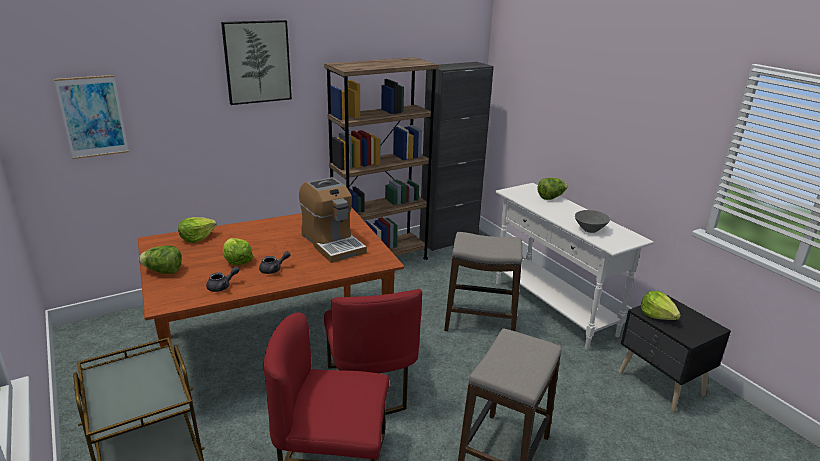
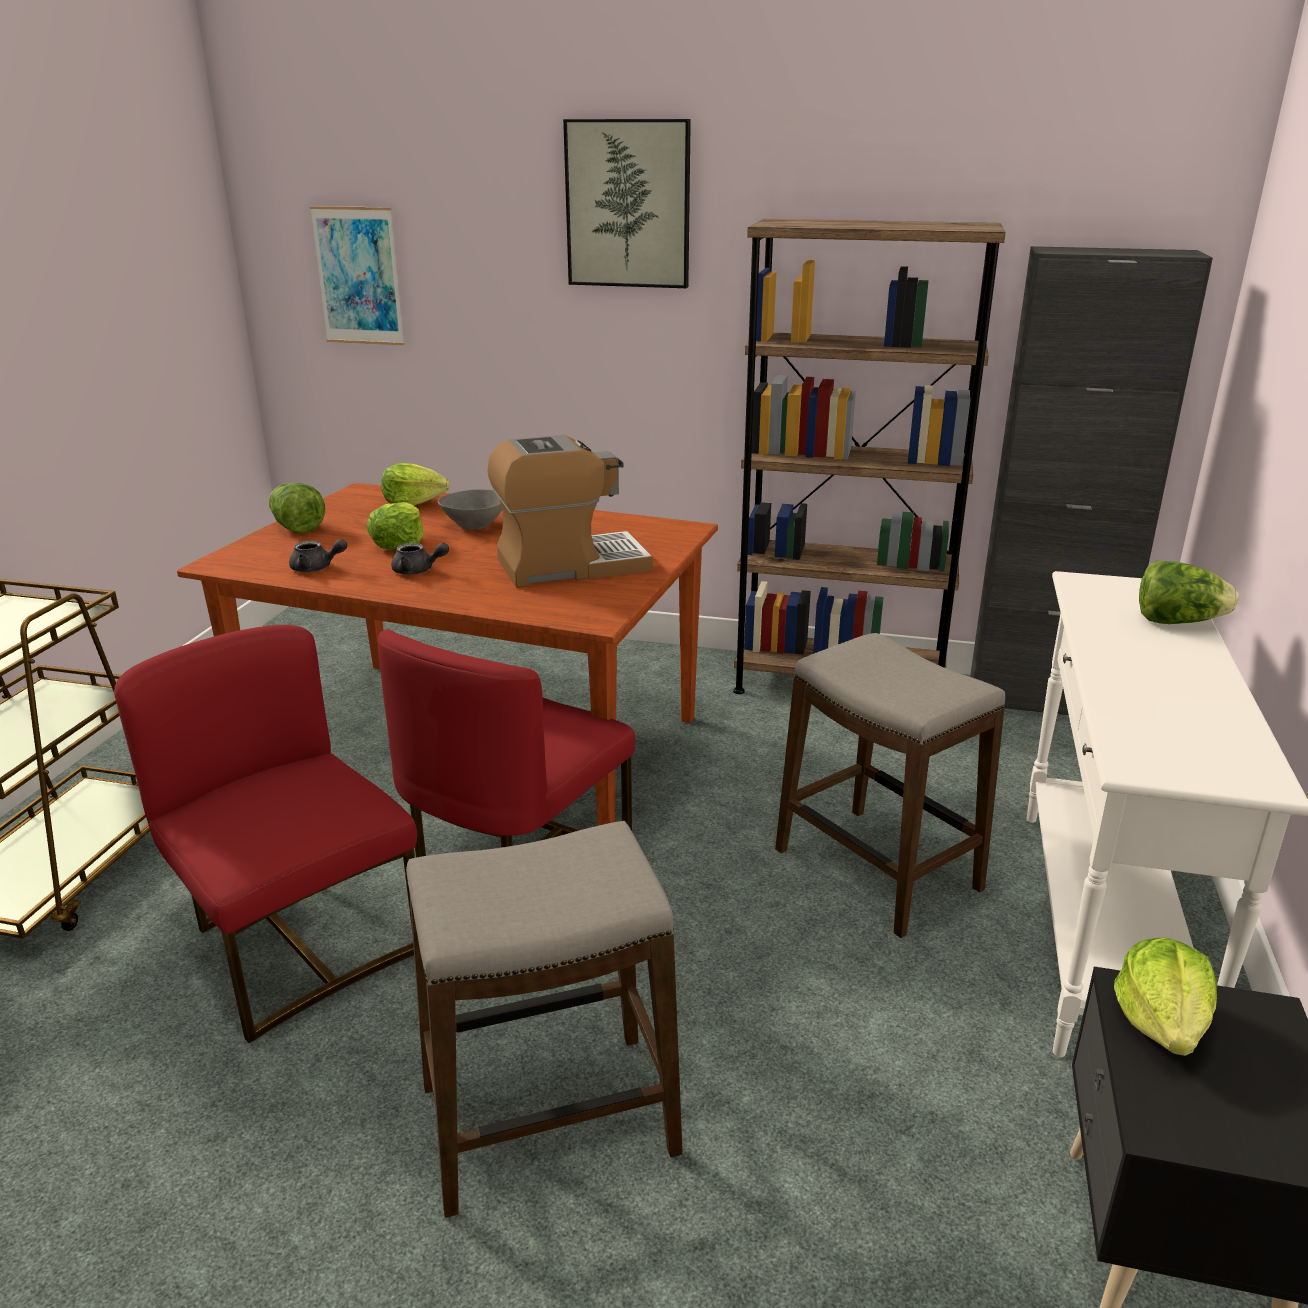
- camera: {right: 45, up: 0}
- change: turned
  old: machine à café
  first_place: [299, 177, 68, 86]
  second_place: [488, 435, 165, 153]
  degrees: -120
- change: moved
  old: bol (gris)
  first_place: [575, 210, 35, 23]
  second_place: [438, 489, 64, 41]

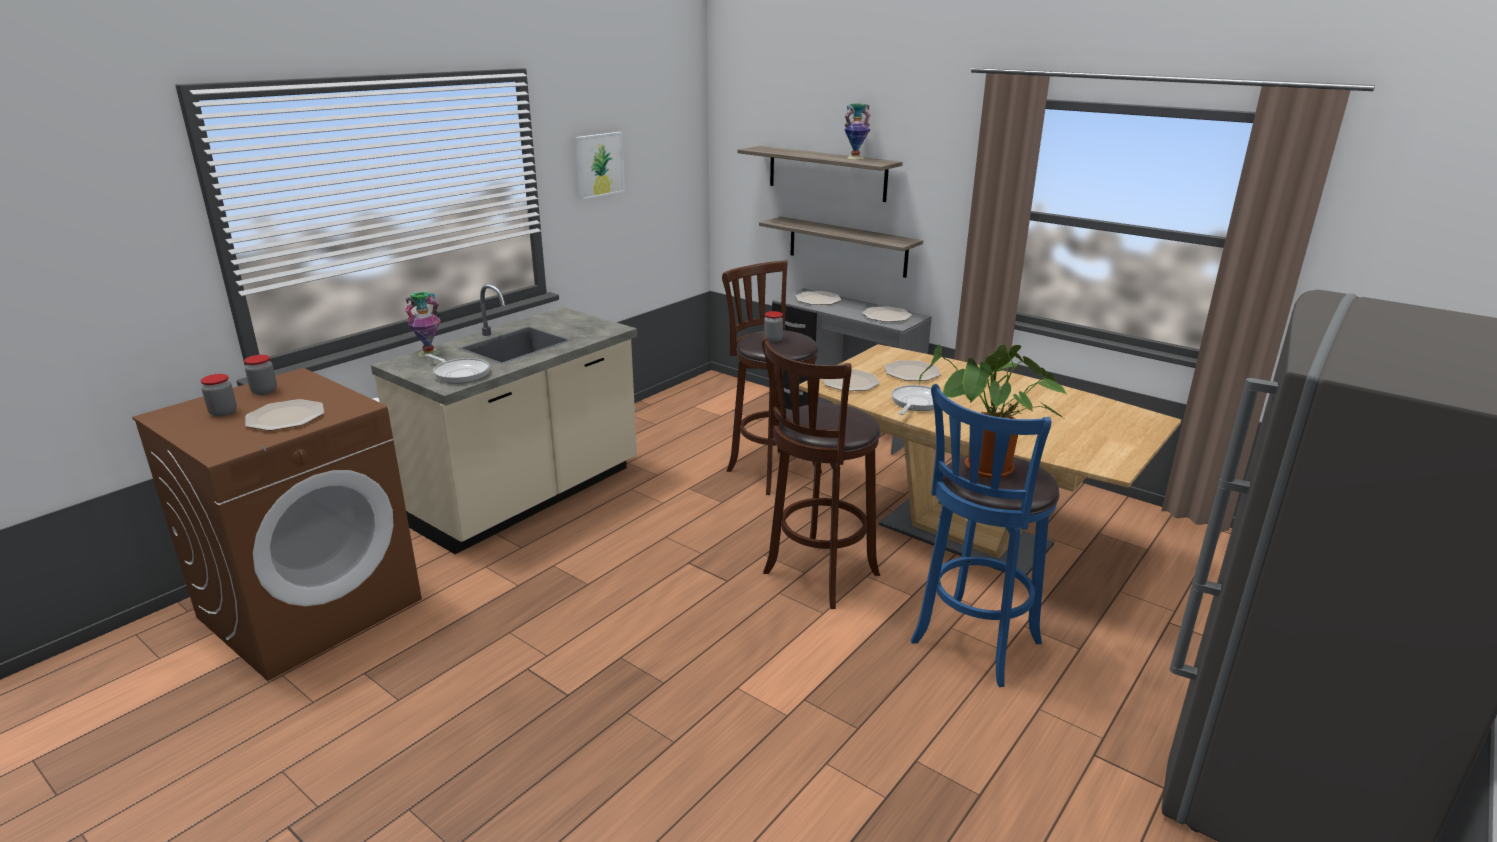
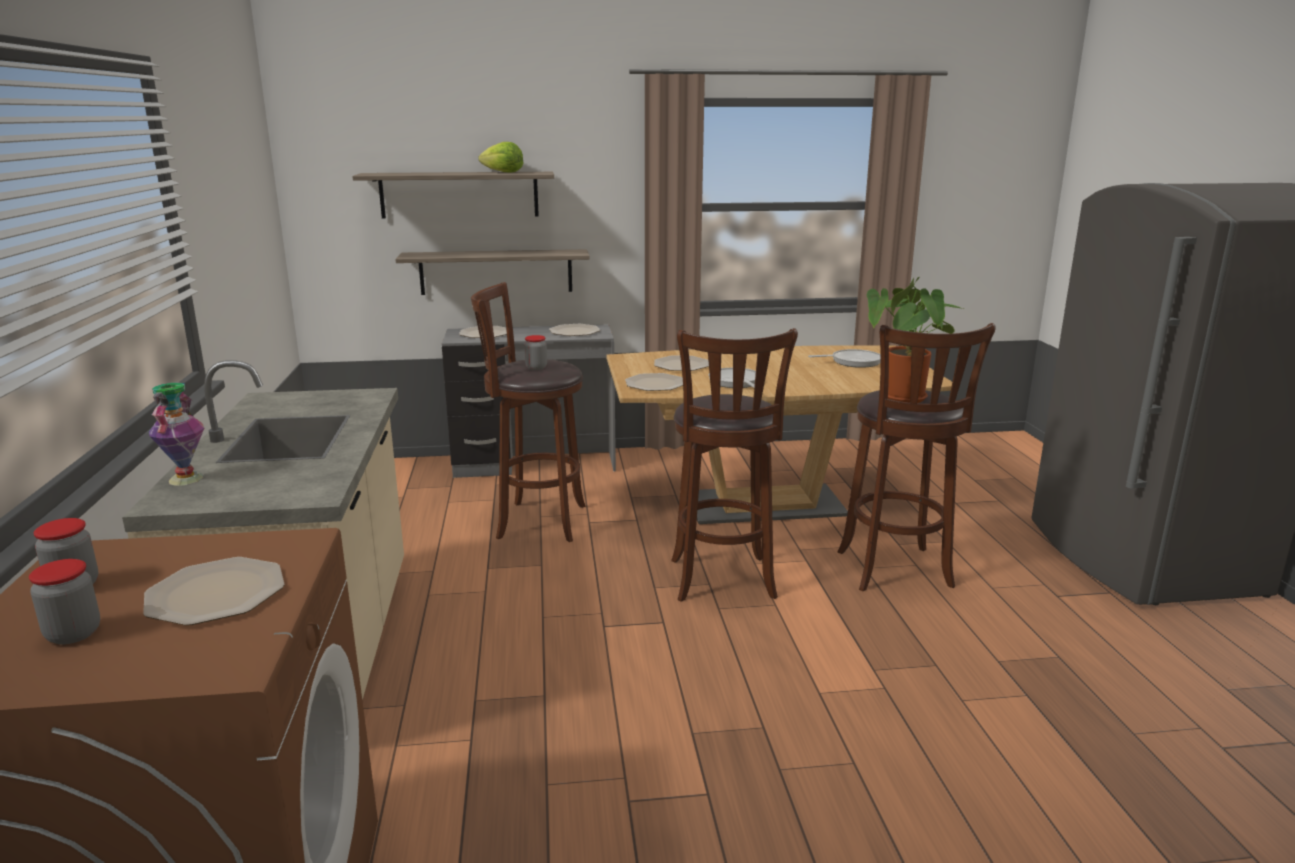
- camera: {right: -45, up: -5}
- change: moved
  old: poêle
  first_place: [425, 354, 65, 29]
  second_place: [808, 349, 73, 19]
- change: removed
  old: tableau
  first_place: [575, 132, 50, 68]
- change: replaced
  old: vase
  new: laitue
  first_place: [844, 103, 27, 56]
  second_place: [478, 142, 45, 31]
- change: recoloured
  old: tabouret (bleu)
  new: tabouret (marron)
  first_place: [911, 384, 149, 303]
  second_place: [837, 323, 159, 268]

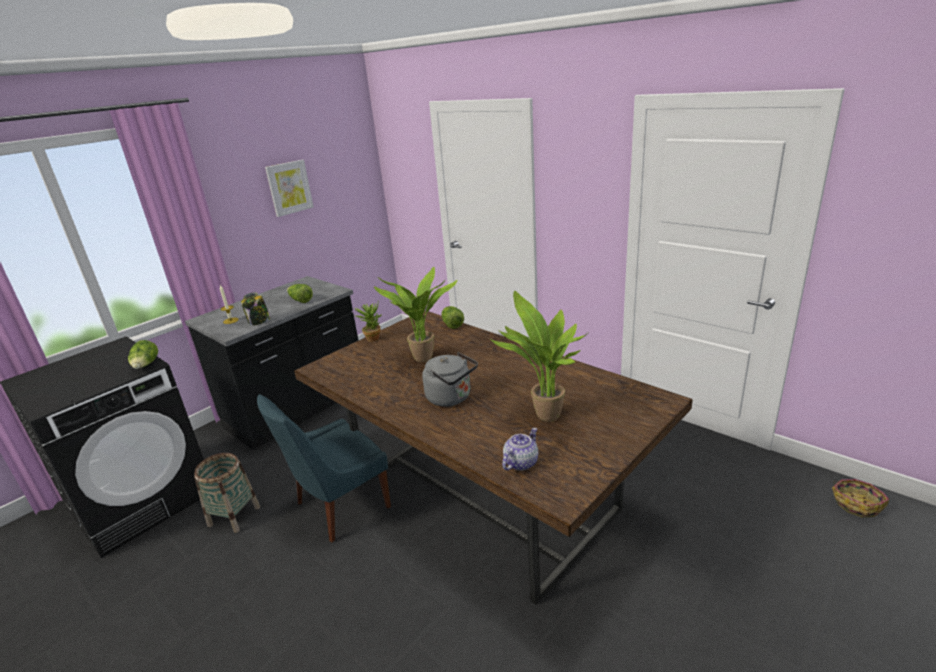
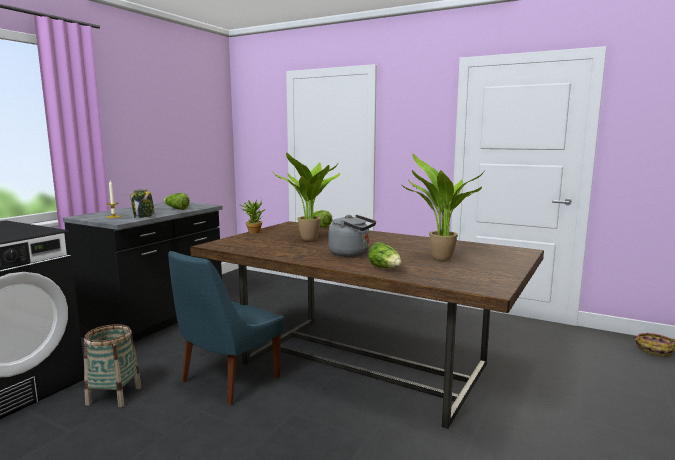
- camera: {right: -15, up: -15}
- change: moved
  old: laitue
  first_place: [128, 340, 30, 29]
  second_place: [368, 242, 34, 26]
- change: removed
  old: tableau
  first_place: [265, 160, 49, 57]
- change: removed
  old: théière
  first_place: [502, 428, 36, 42]

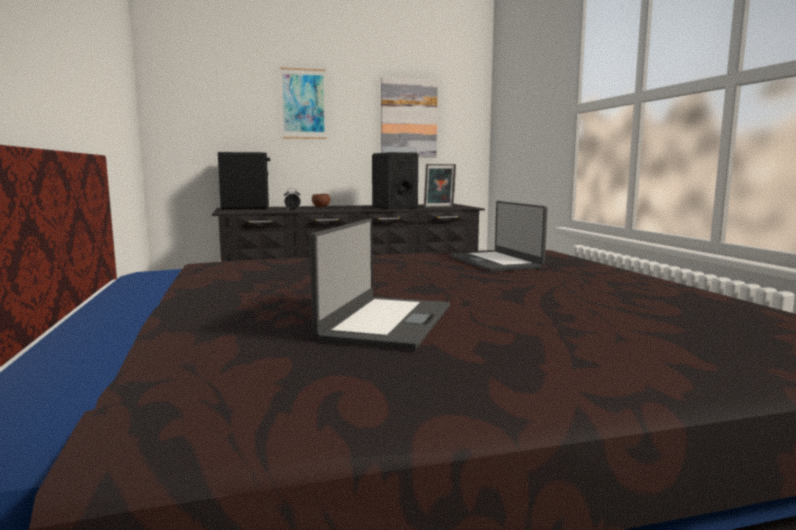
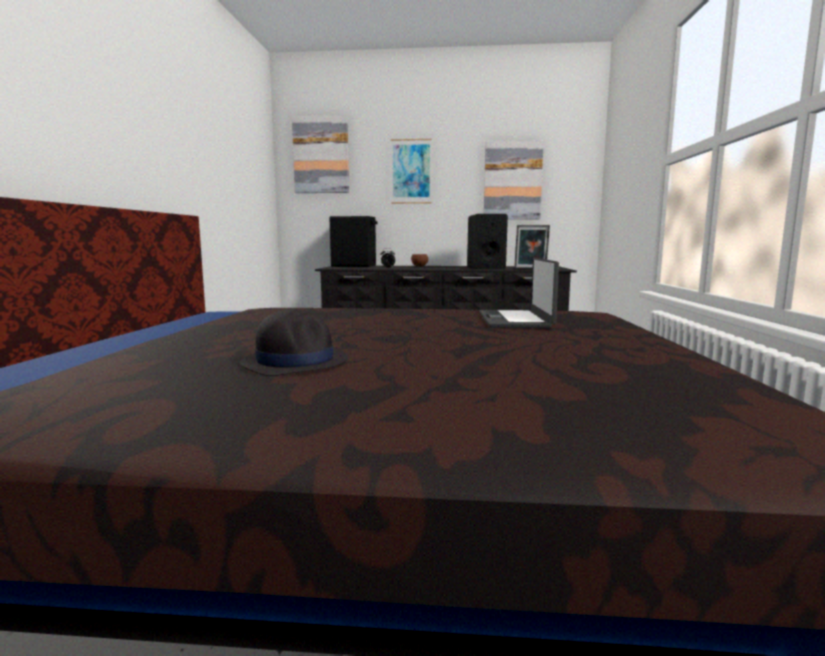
- camera: {right: 20, up: 0}
- change: replaced
  old: ordinateur portable
  new: chapeau (noir)
  first_place: [310, 219, 140, 131]
  second_place: [240, 309, 108, 67]
- change: added
  new: tableau
  second_place: [292, 115, 57, 78]

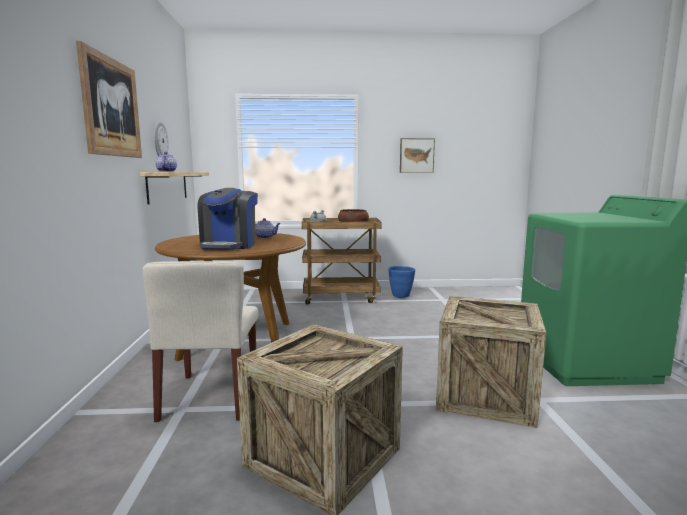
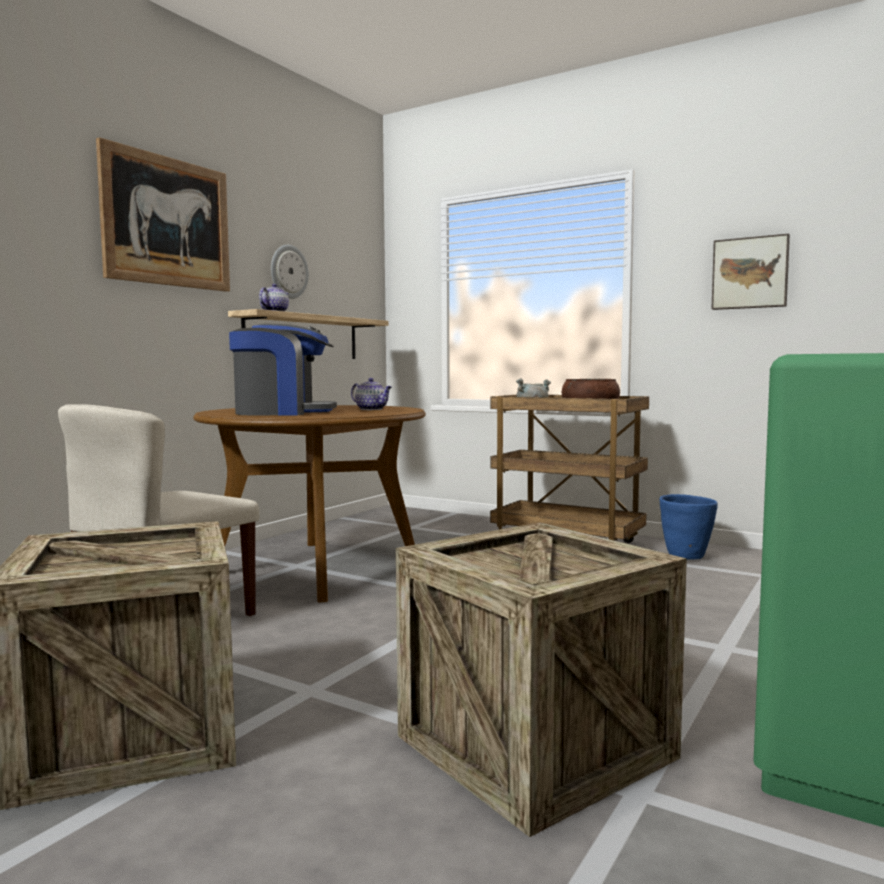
- camera: {right: 35, up: -5}
- change: turned
  old: machine à café
  first_place: [198, 188, 60, 62]
  second_place: [229, 324, 108, 92]
  degrees: -135

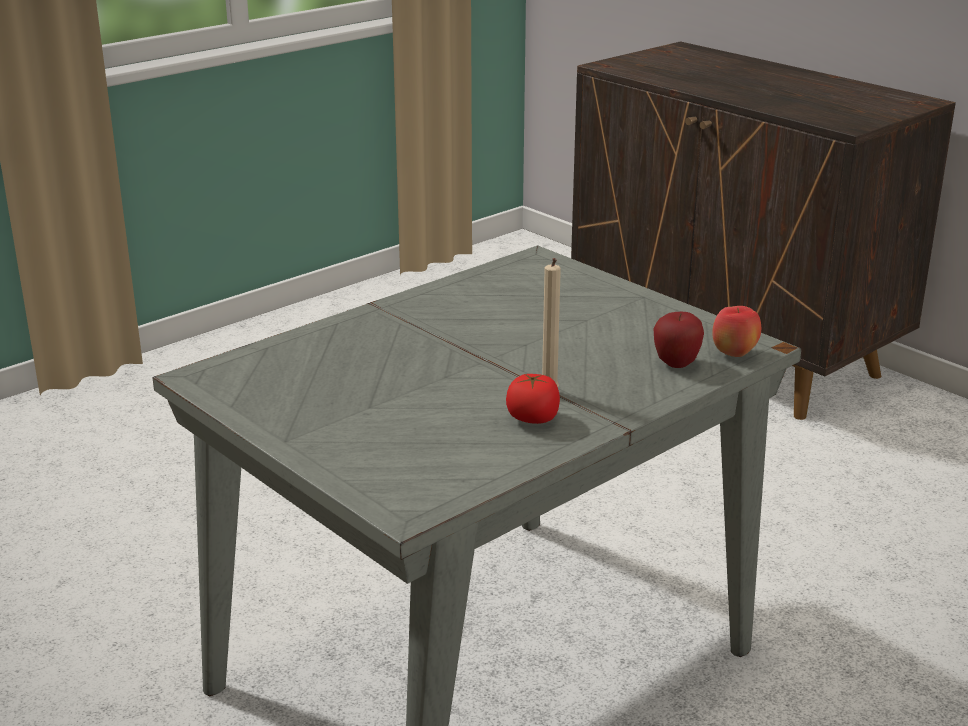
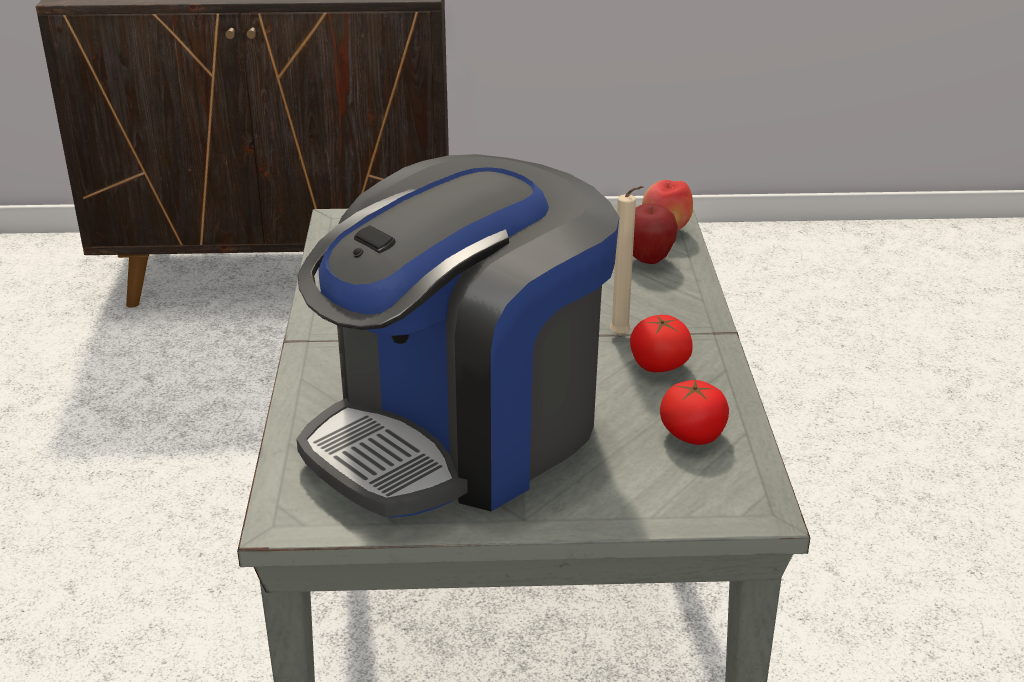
- camera: {right: -50, up: 5}
- change: added
  new: machine à café
  second_place: [296, 154, 323, 364]
- change: added
  new: tomate
  second_place: [660, 379, 69, 66]

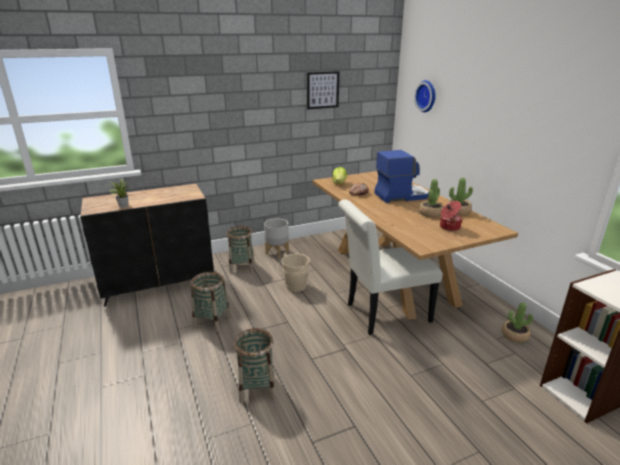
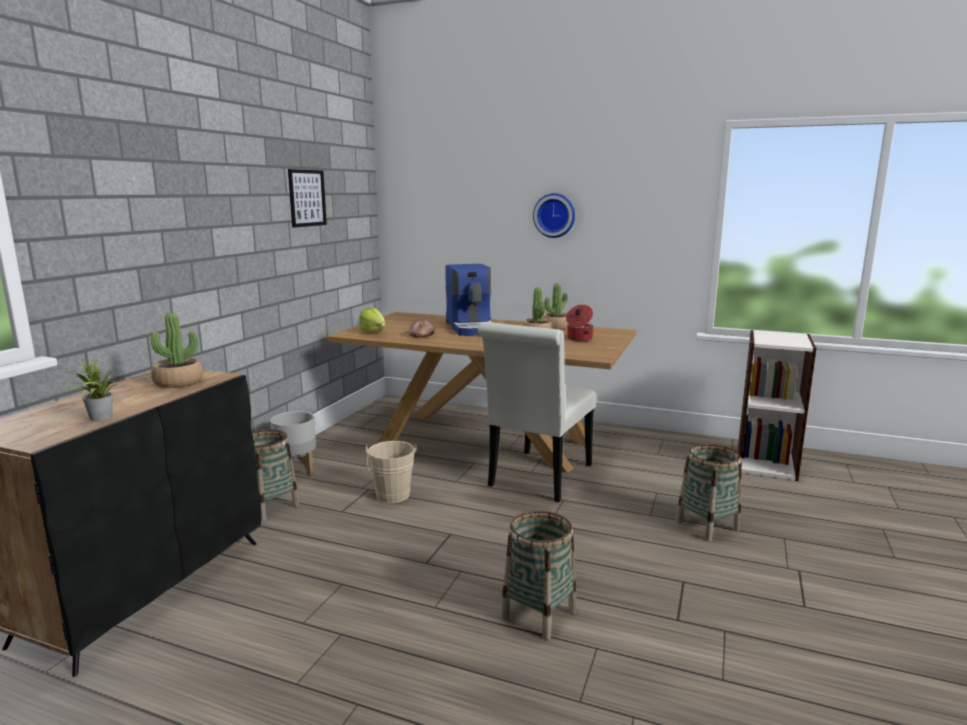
- camera: {right: -45, up: -10}
- change: moved
  old: panier
  first_place: [191, 272, 40, 60]
  second_place: [676, 444, 66, 97]
- change: turned
  old: machine à café
  first_place: [374, 150, 55, 53]
  second_place: [445, 264, 49, 72]
  degrees: 135
- change: moved
  old: horloge murale
  first_place: [414, 80, 22, 32]
  second_place: [533, 193, 42, 45]
- change: moved
  old: plante en pot
  first_place: [502, 302, 31, 41]
  second_place: [151, 313, 52, 75]

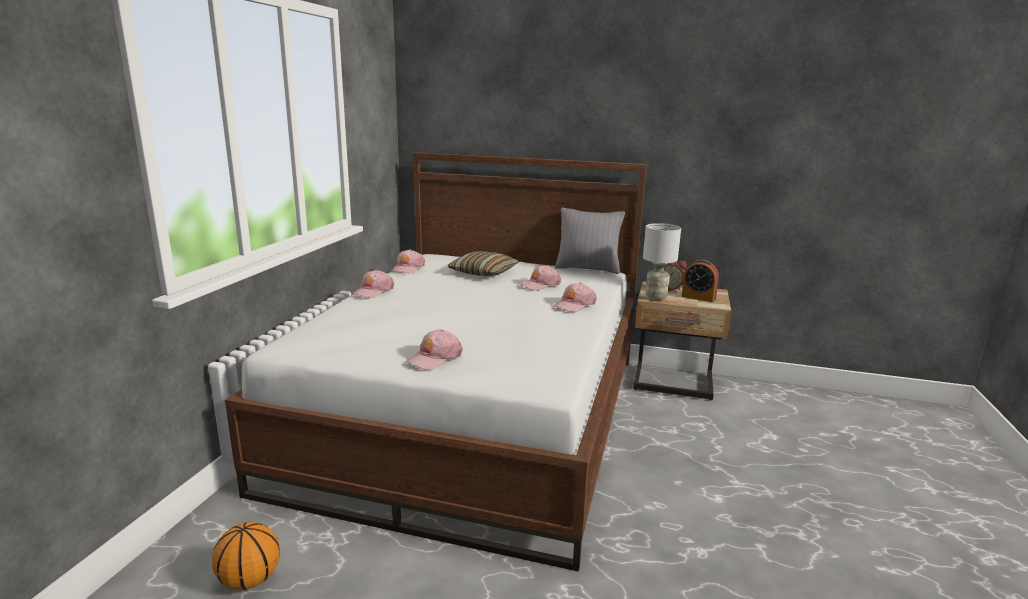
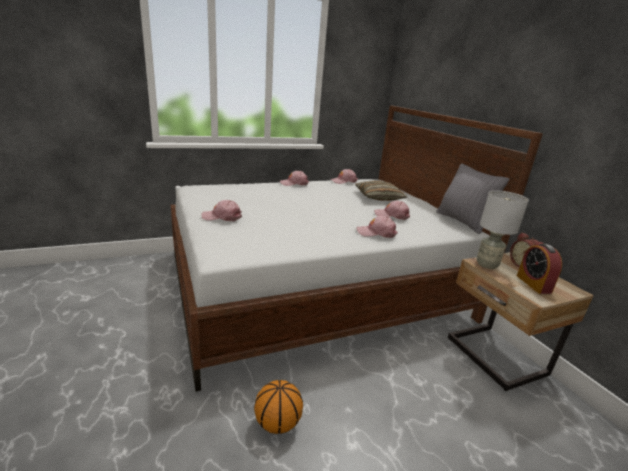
- camera: {right: 50, up: 5}
- change: moved
  old: ballon de basket
  first_place: [212, 522, 68, 68]
  second_place: [254, 380, 49, 54]

